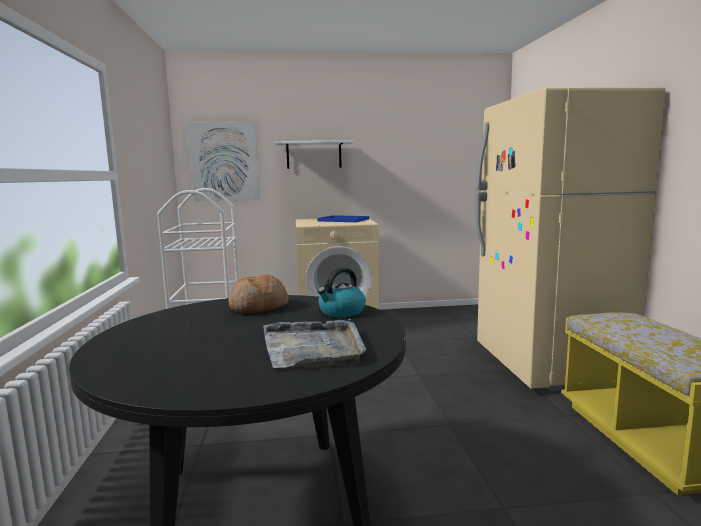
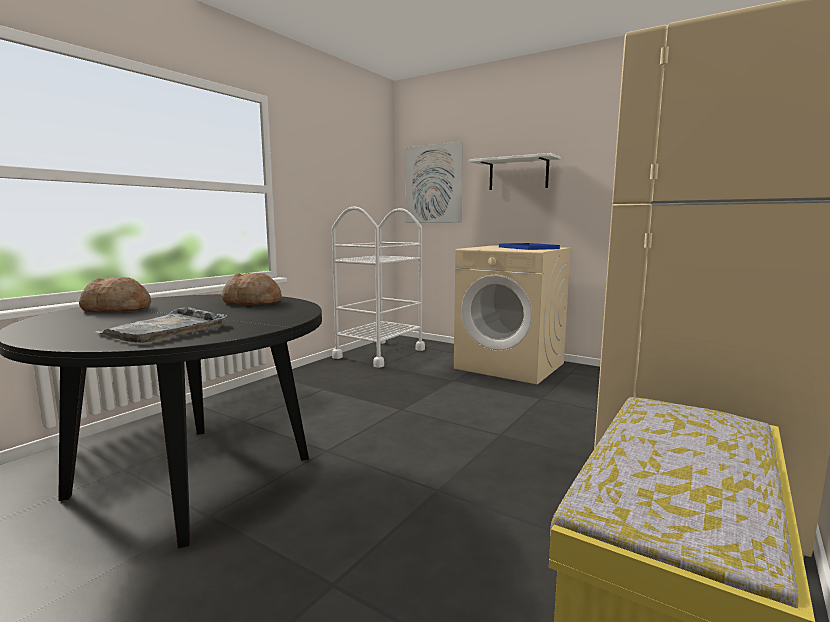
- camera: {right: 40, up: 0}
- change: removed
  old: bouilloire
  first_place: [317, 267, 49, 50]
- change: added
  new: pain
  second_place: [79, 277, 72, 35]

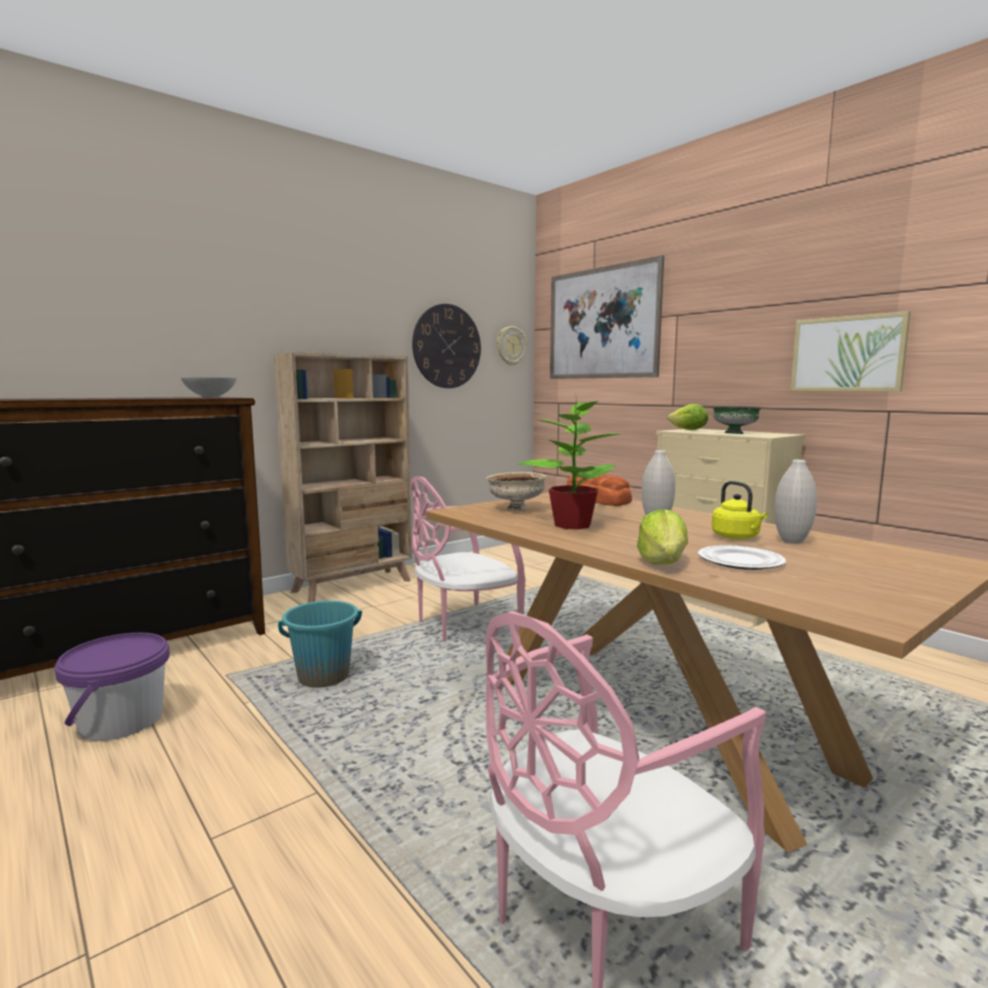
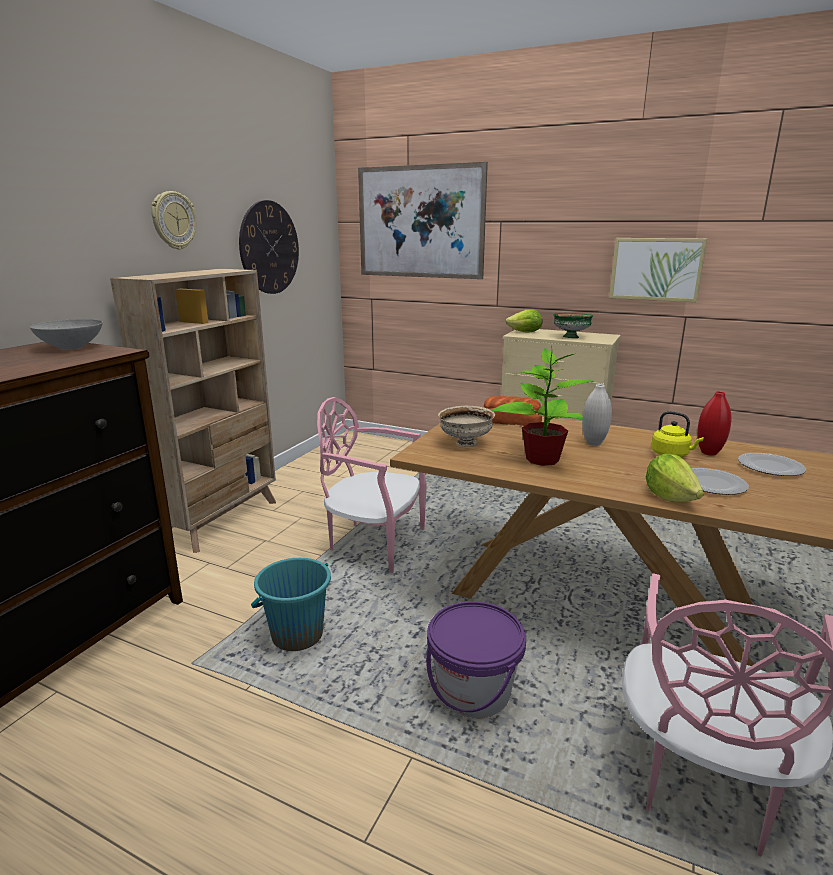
- camera: {right: -25, up: 10}
- change: moved
  old: seau (violet)
  first_place: [55, 633, 115, 108]
  second_place: [426, 601, 100, 117]
- change: turned
  old: chaise (rose)
  first_place: [411, 476, 114, 166]
  second_place: [317, 397, 110, 176]
  degrees: 75
- change: moved
  old: horloge murale
  first_place: [497, 326, 29, 40]
  second_place: [151, 191, 45, 59]
- change: recoloured
  old: vase (blanc)
  new: vase (rouge)
  first_place: [774, 460, 43, 84]
  second_place: [697, 391, 34, 65]
- change: added
  new: assiette
  second_place: [738, 453, 68, 23]

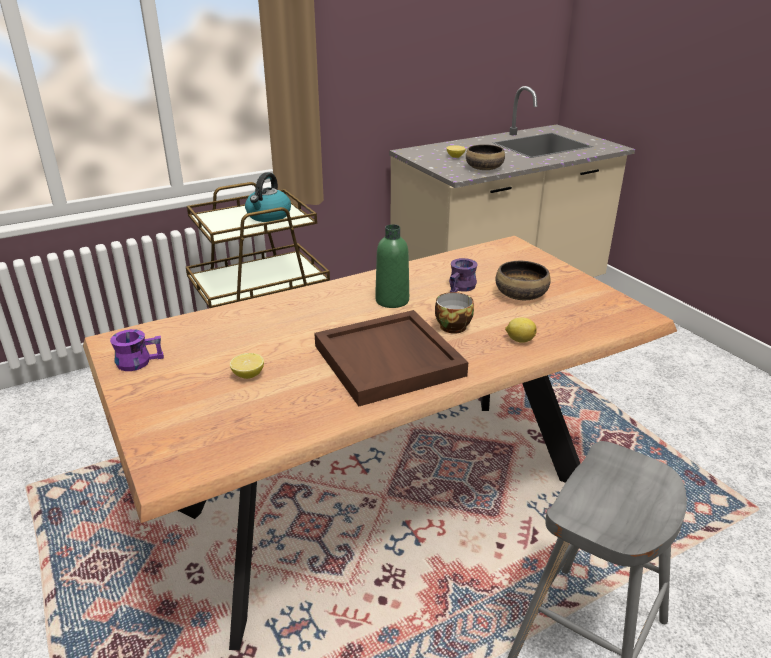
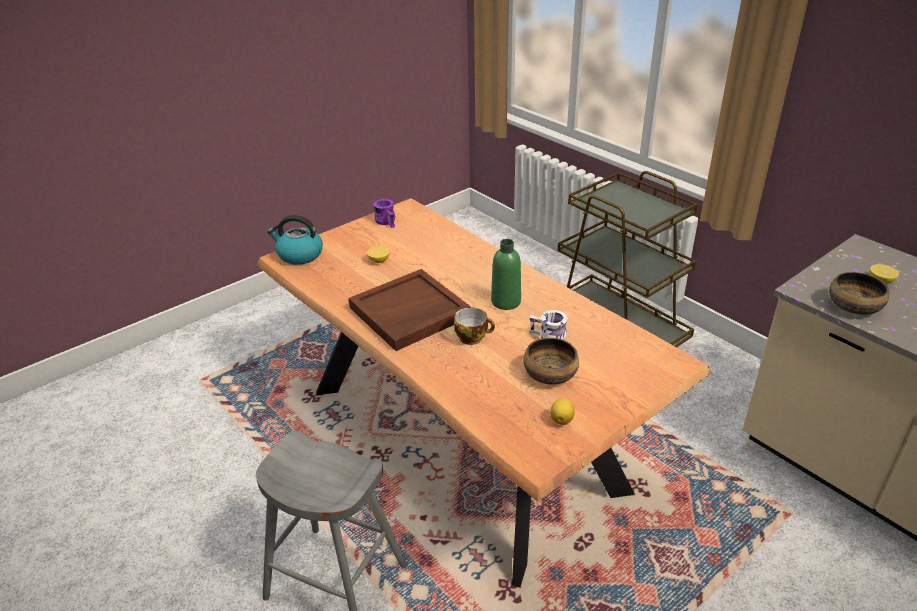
- camera: {right: 80, up: 5}
- change: moved
  old: bouilloire
  first_place: [245, 172, 46, 50]
  second_place: [267, 215, 56, 50]
- change: recoloured
  old: mug (violet)
  new: mug (blanc)
  first_place: [449, 258, 29, 34]
  second_place: [530, 310, 38, 30]
- change: moved
  old: citron
  first_place: [505, 318, 32, 25]
  second_place: [550, 399, 25, 26]

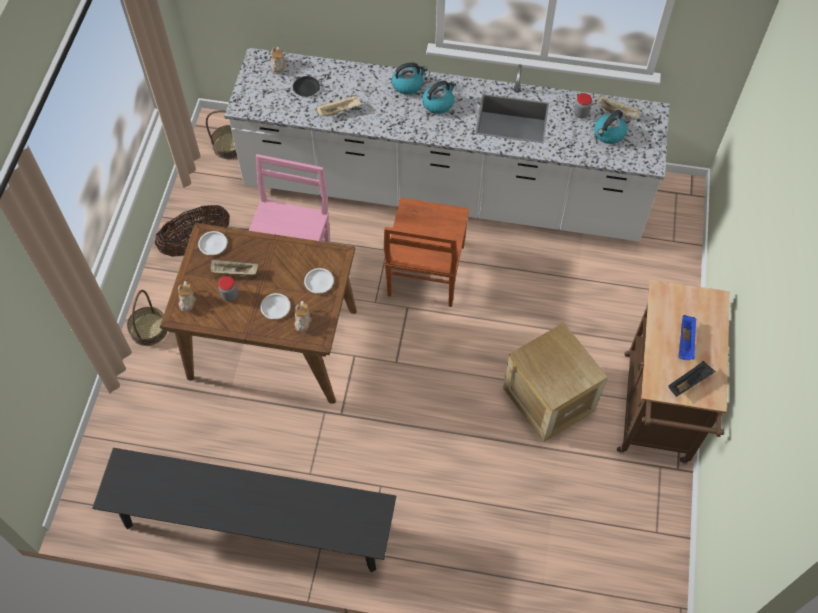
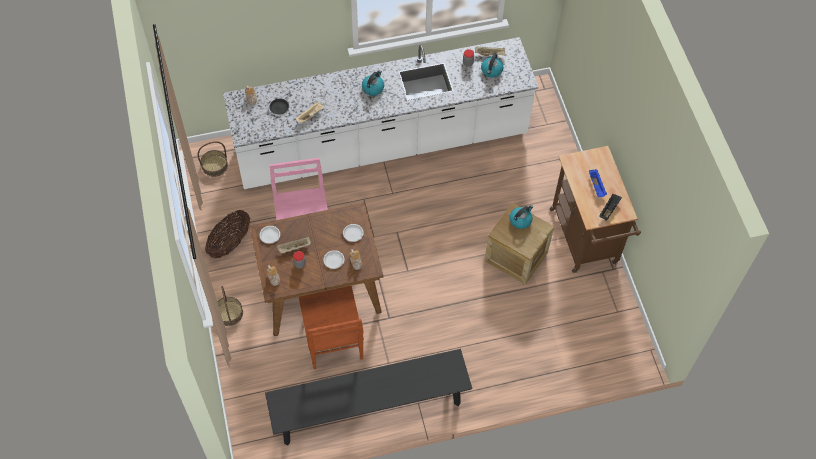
- camera: {right: -25, up: 0}
- change: moved
  old: chaise (marron)
  first_place: [384, 198, 85, 109]
  second_place: [299, 286, 65, 83]
- change: moved
  old: bouilloire
  first_place: [392, 62, 35, 33]
  second_place: [509, 205, 24, 24]

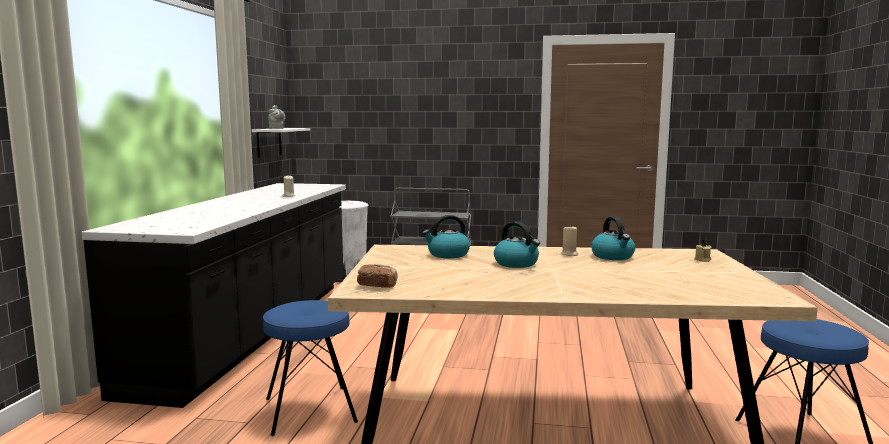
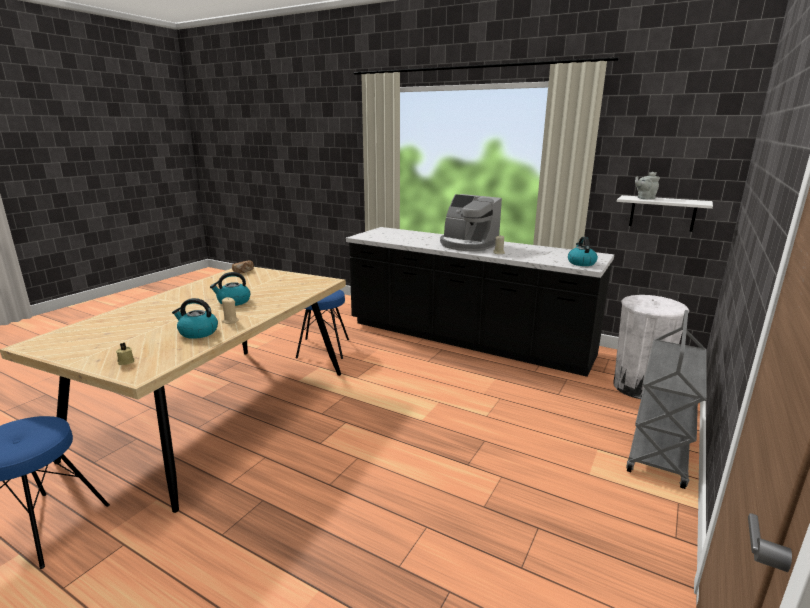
- camera: {right: 110, up: 10}
- change: moved
  old: bouilloire
  first_place: [422, 215, 48, 43]
  second_place: [568, 237, 30, 29]
- change: added
  new: machine à café
  second_place: [440, 194, 62, 58]

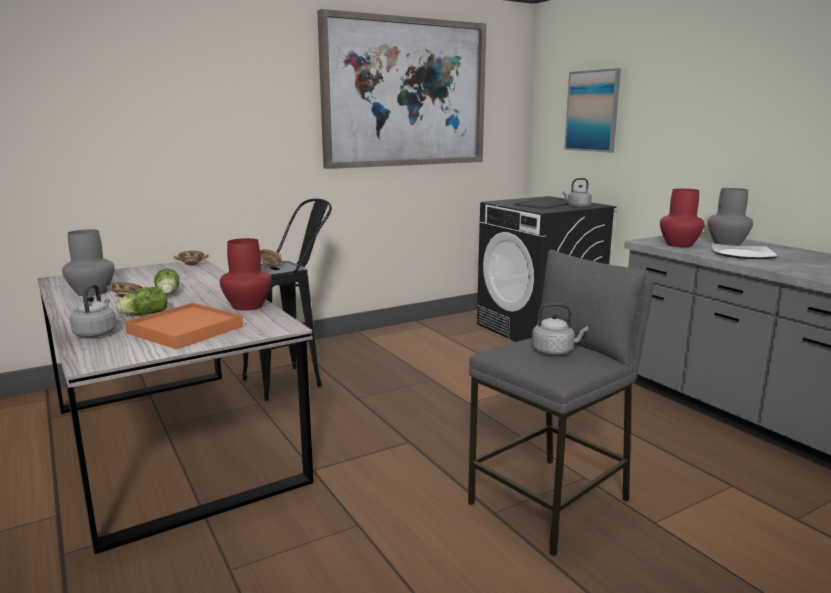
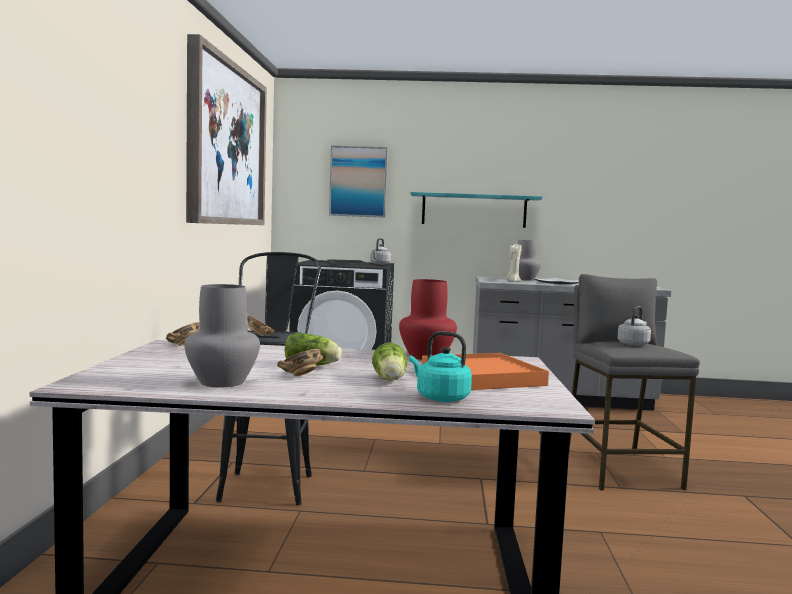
- camera: {right: -55, up: -10}
- change: recoloured
  old: bouilloire (gris)
  new: bouilloire (turquoise)
  first_place: [70, 284, 47, 53]
  second_place: [409, 331, 63, 71]
- change: replaced
  old: vase (rouge)
  new: bougie (beige)
  first_place: [660, 189, 45, 58]
  second_place: [506, 244, 16, 38]
- change: added
  new: étagère (turquoise)
  second_place: [410, 192, 132, 36]

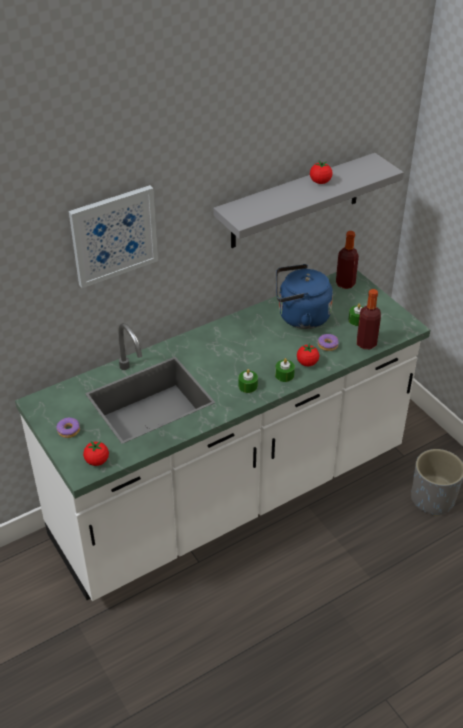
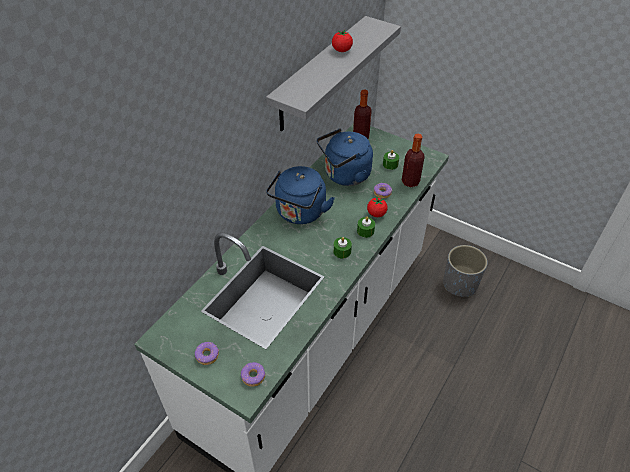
- camera: {right: -25, up: 5}
- change: removed
  old: tableau
  first_place: [69, 185, 89, 103]
- change: replaced
  old: tomate
  new: beignet
  first_place: [83, 441, 26, 25]
  second_place: [241, 362, 24, 25]
- change: added
  new: bouilloire (bleu)
  second_place: [266, 166, 69, 58]

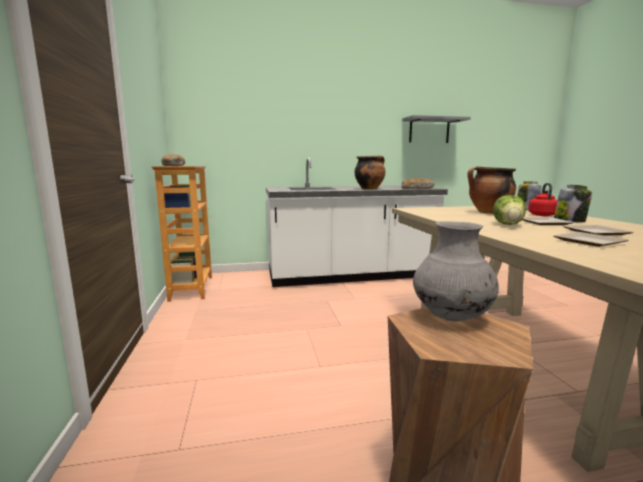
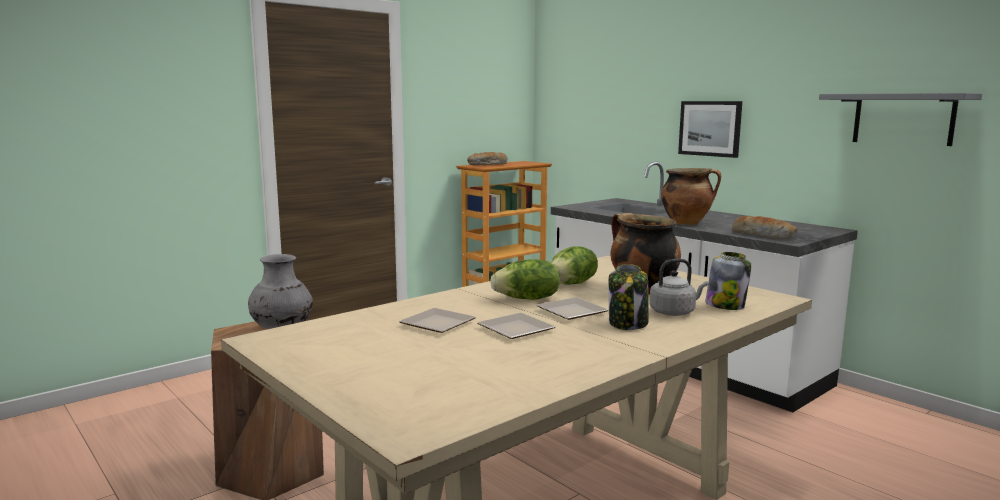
- camera: {right: 60, up: 0}
- change: recoloured
  old: bouilloire (rouge)
  new: bouilloire (gris)
  first_place: [528, 183, 30, 33]
  second_place: [649, 259, 59, 57]
- change: added
  new: laitue
  second_place: [551, 246, 47, 39]
- change: added
  new: tableau
  second_place: [678, 101, 64, 57]

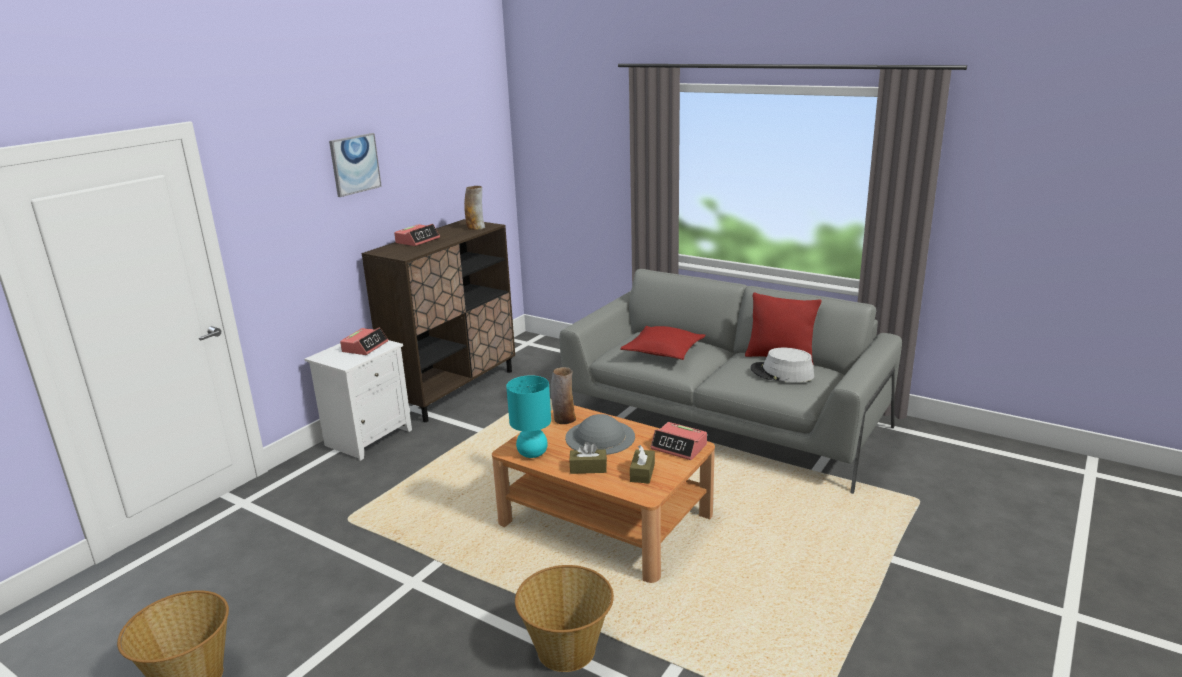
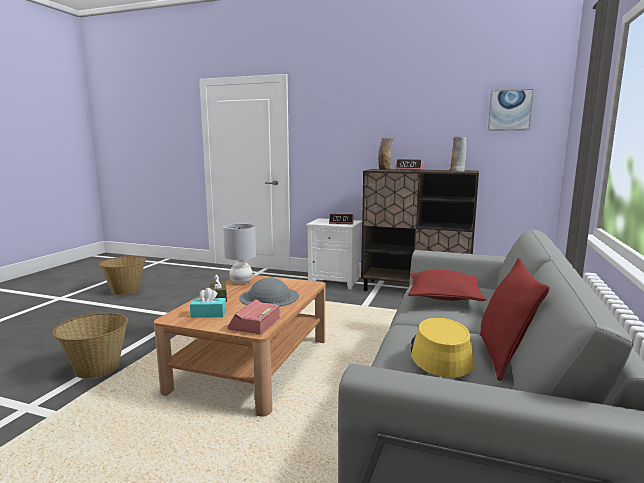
- camera: {right: 75, up: -10}
- change: moved
  old: tableau
  first_place: [329, 133, 53, 64]
  second_place: [488, 89, 46, 42]
- change: recoloured
  old: lampe de table (turquoise)
  new: lampe de table (gris)
  first_place: [506, 375, 45, 83]
  second_place: [223, 224, 33, 60]
- change: moved
  old: vase
  first_place: [551, 367, 25, 57]
  second_place: [378, 138, 16, 32]
- change: recoloured
  old: boîte à mouchoirs (marron)
  new: boîte à mouchoirs (turquoise)
  first_place: [630, 445, 25, 39]
  second_place: [190, 288, 36, 30]
- change: recoloured
  old: chapeau (gris)
  new: chapeau (jaune)
  first_place: [751, 348, 63, 34]
  second_place: [411, 318, 63, 60]

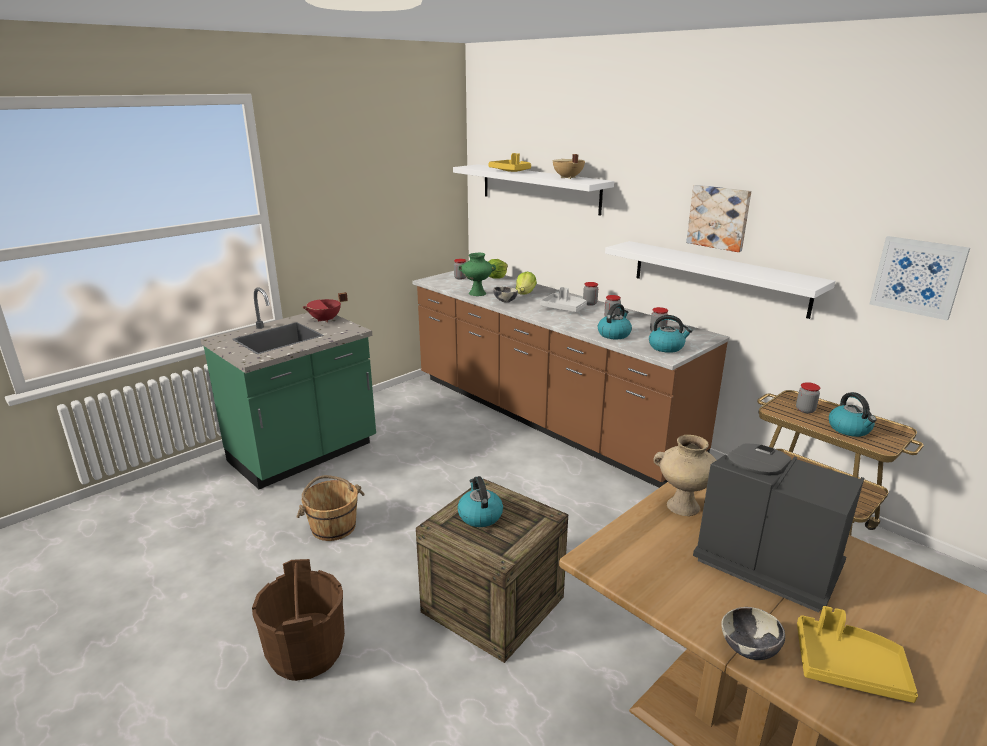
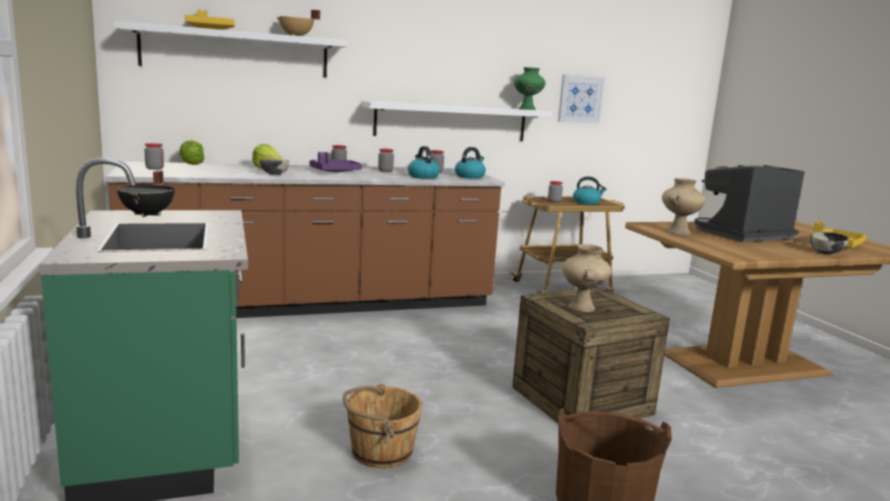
- camera: {right: -65, up: -10}
- change: recoloured
  old: marmite (rouge)
  new: marmite (noir)
  first_place: [303, 292, 45, 30]
  second_place: [116, 170, 59, 47]
- change: replaced
  old: bouilloire
  new: vase (beige)
  first_place: [457, 476, 46, 51]
  second_place: [562, 244, 49, 68]
- change: moved
  old: vase (vert)
  first_place: [459, 253, 37, 43]
  second_place: [514, 67, 32, 43]
- change: recoloured
  old: plateau (gris)
  new: plateau (violet)
  first_place: [540, 287, 47, 25]
  second_place: [309, 152, 53, 20]
- change: removed
  old: tableau
  first_place: [686, 185, 65, 67]

